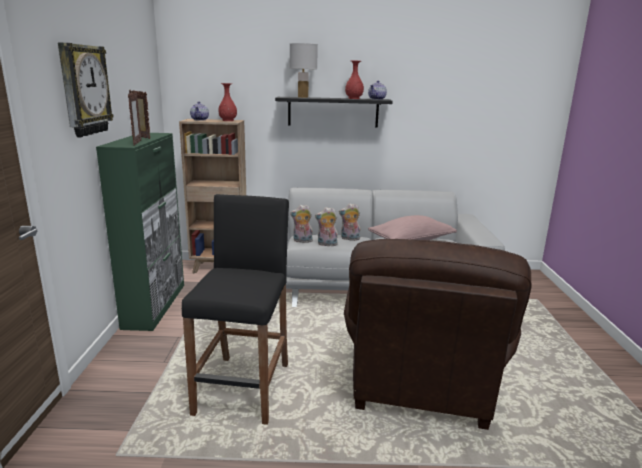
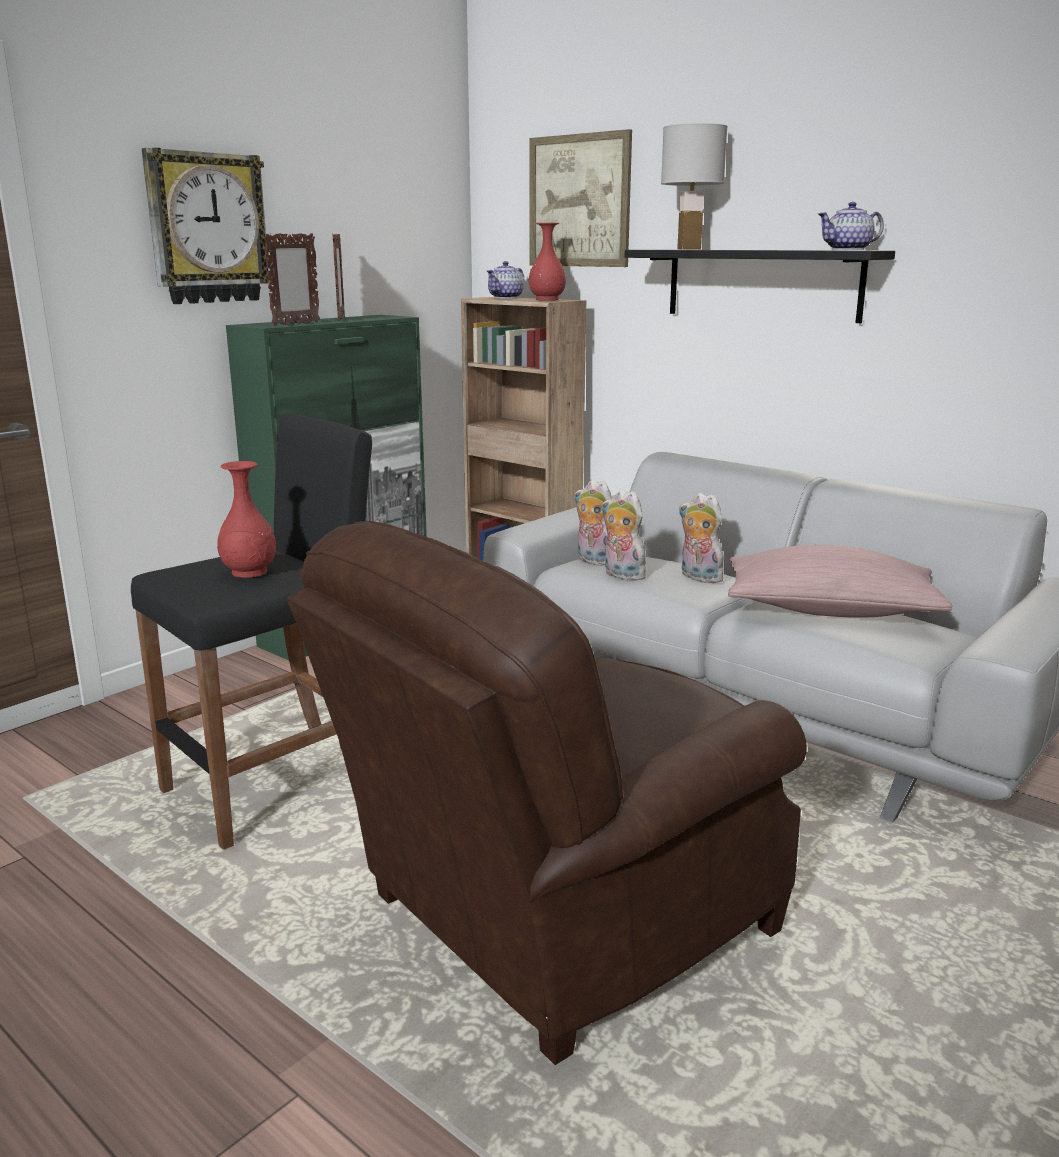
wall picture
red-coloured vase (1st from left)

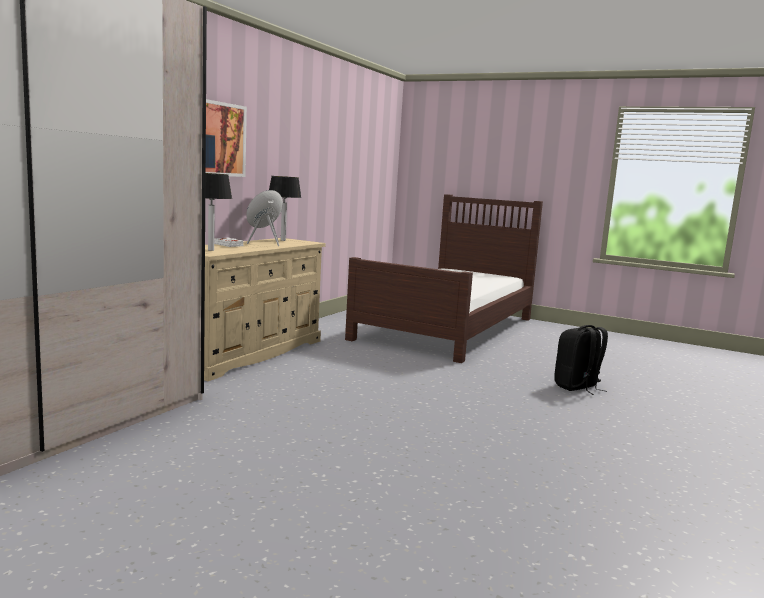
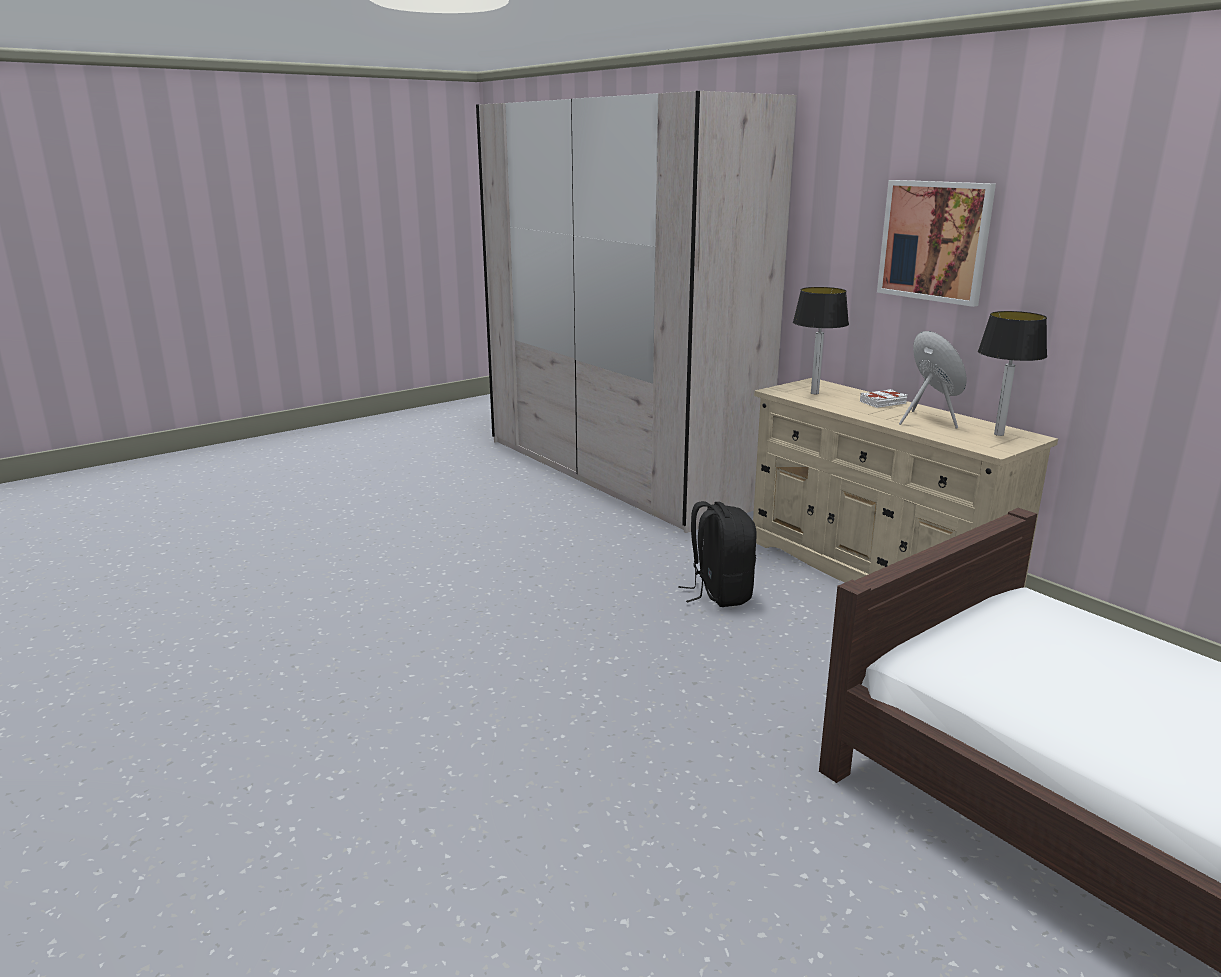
black-coloured backpack

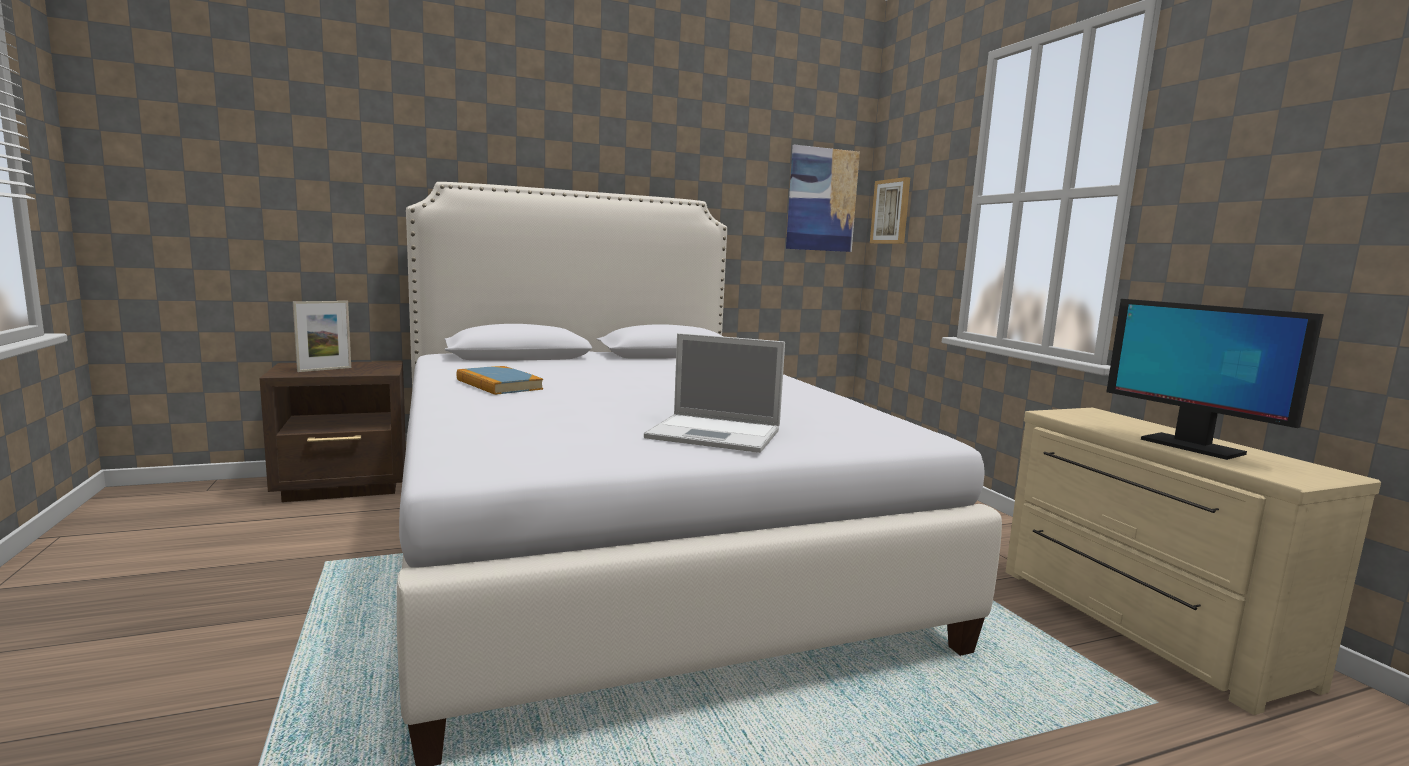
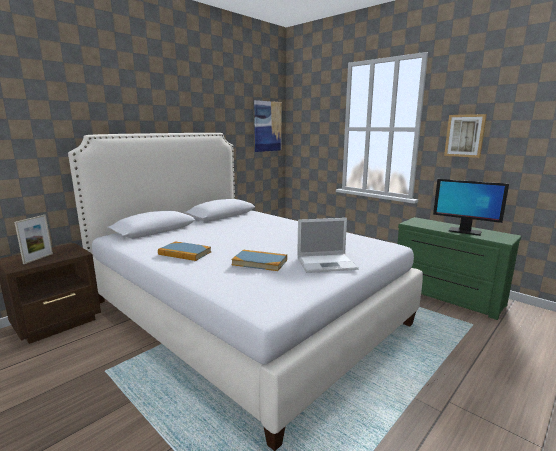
volume (2nd from left)
wall picture (2nd from left)
greenish dresser

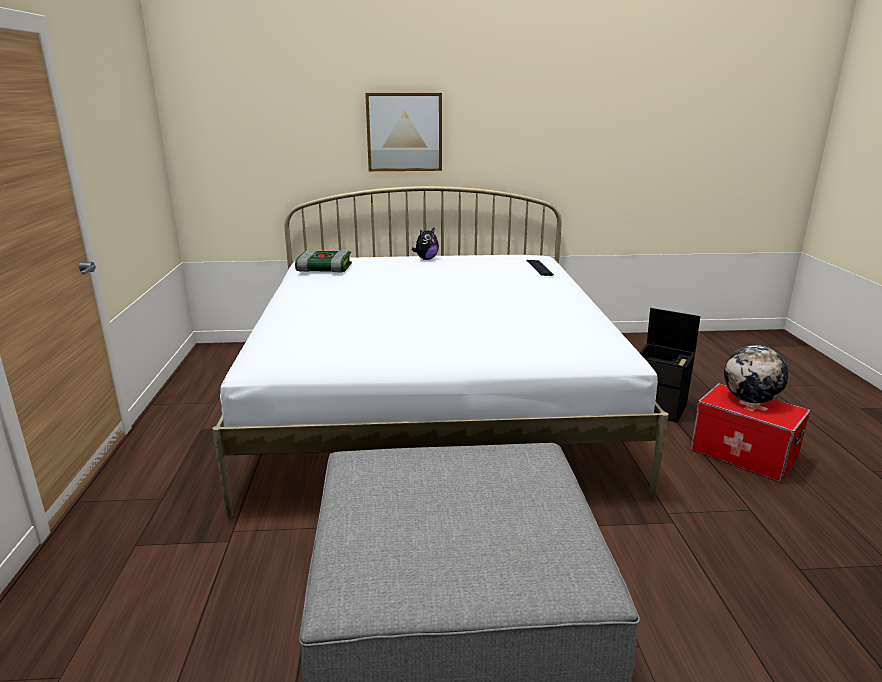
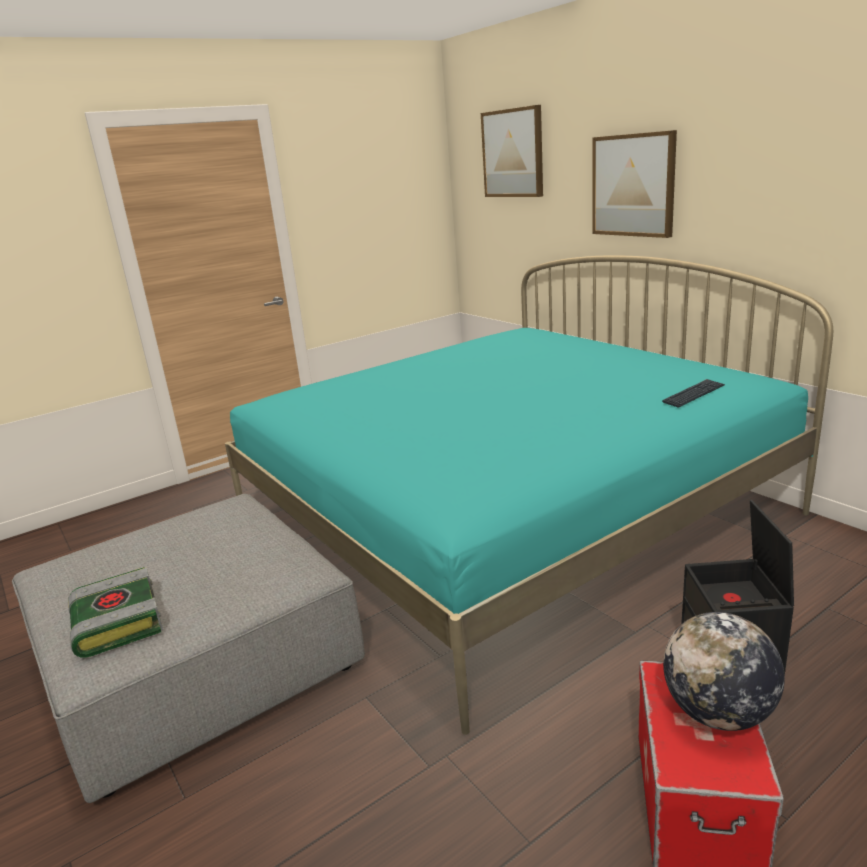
plush toy
wall picture (1st from left)
volume
turquoise bed

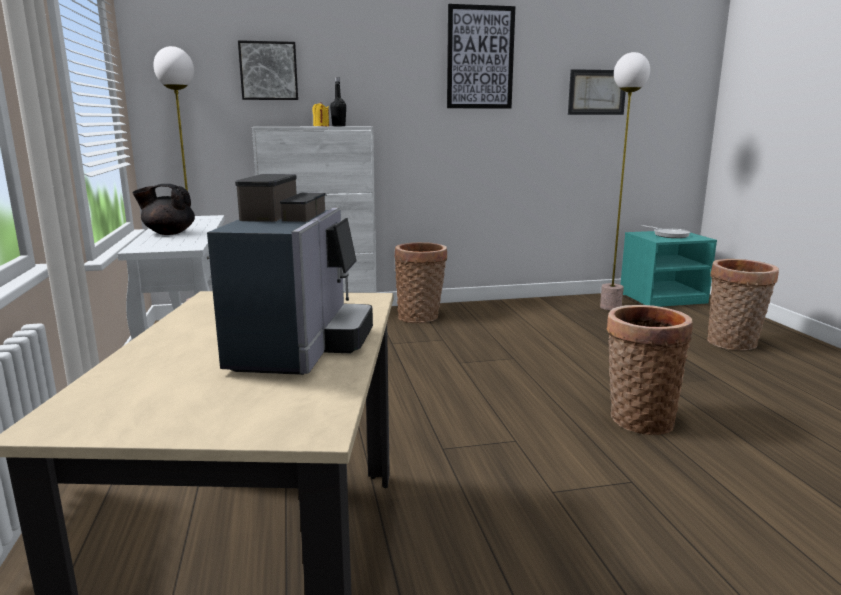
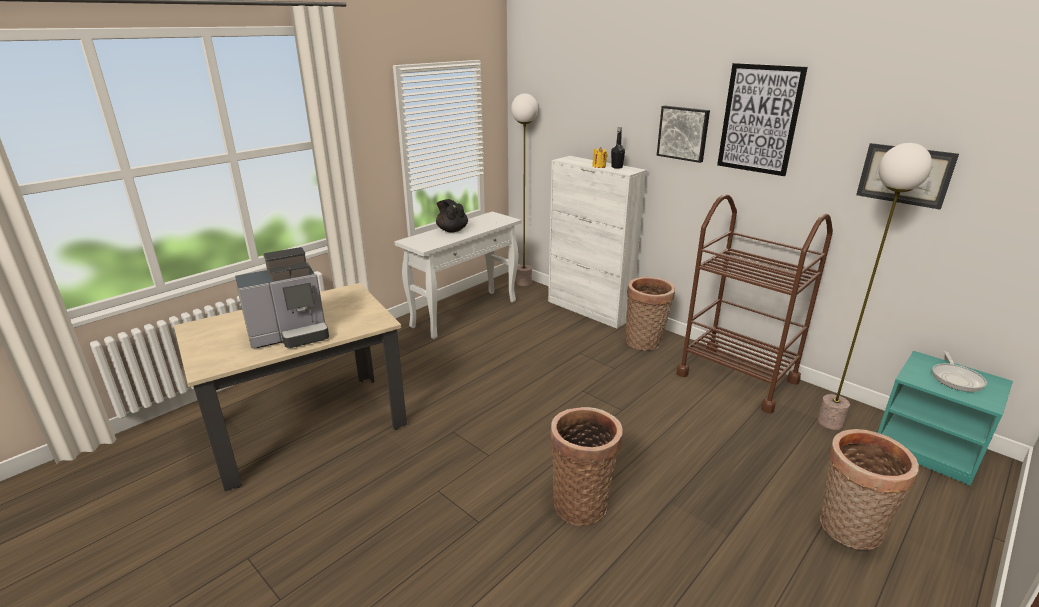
brown-coloured wheeled cart
wall picture (1st from left)

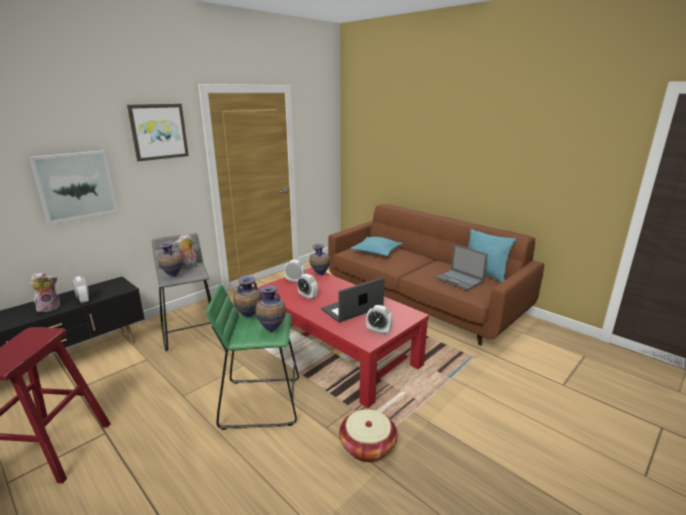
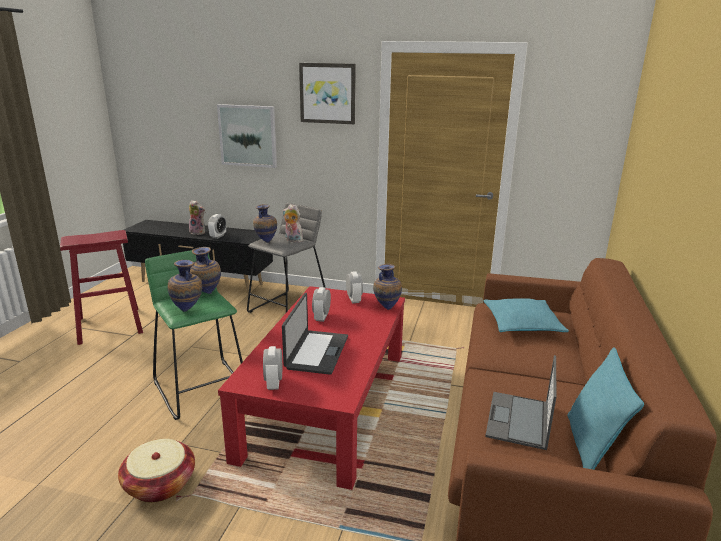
laptop (1st from left)

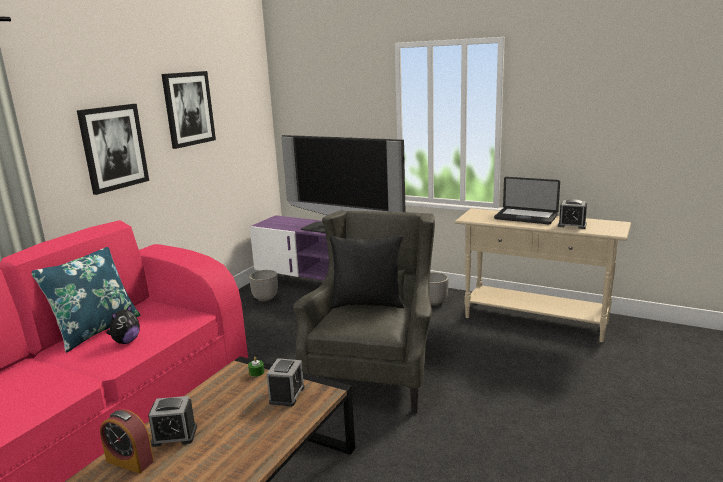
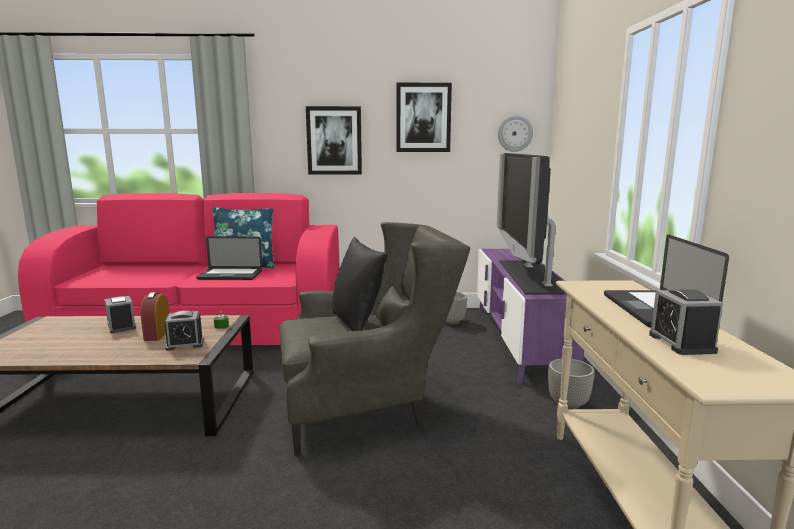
wall clock
alarm clock (2nd from left)
laptop (1st from left)

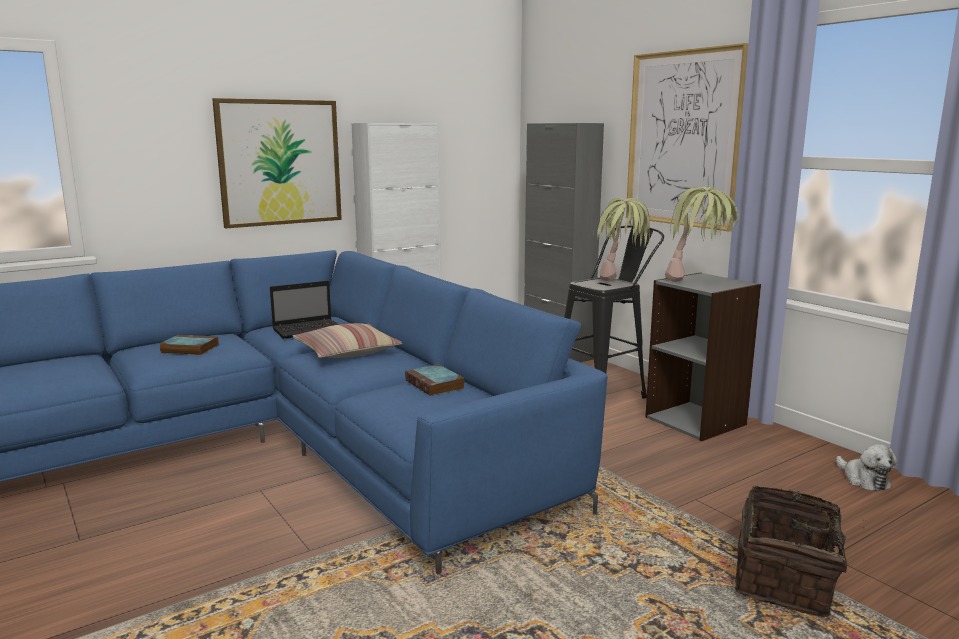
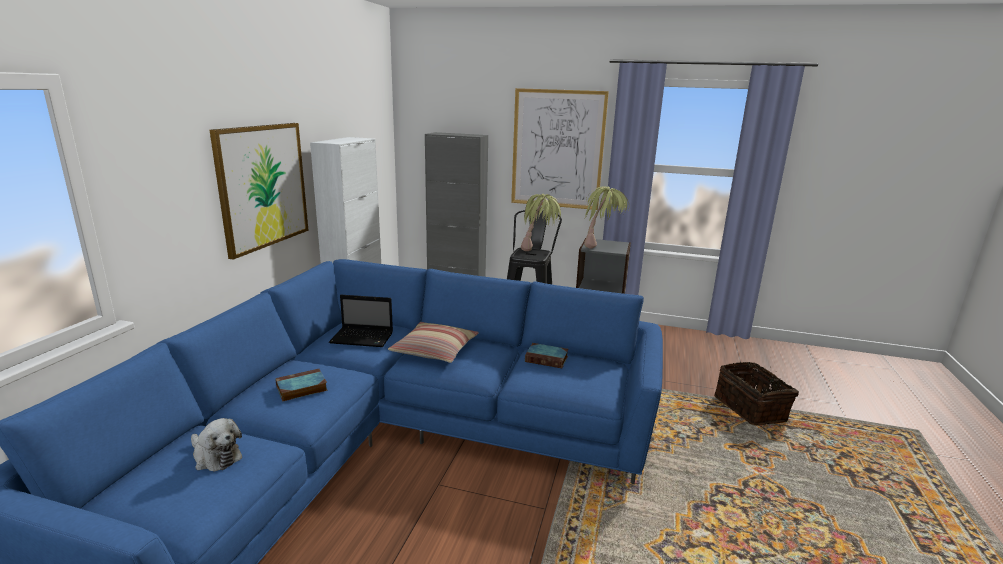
plush toy
laptop

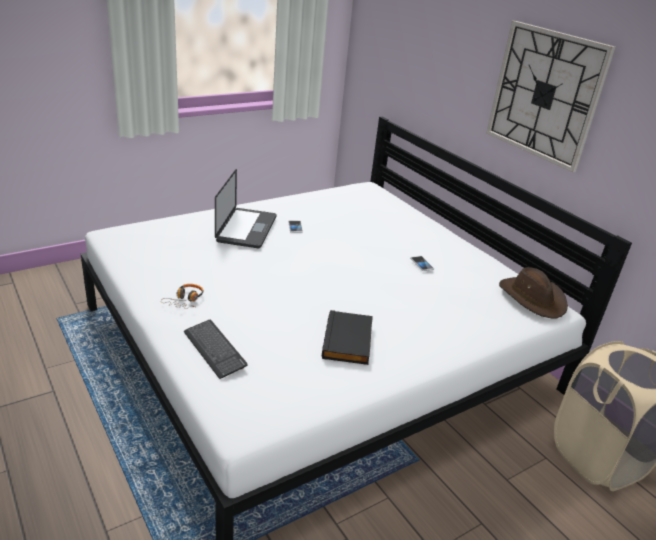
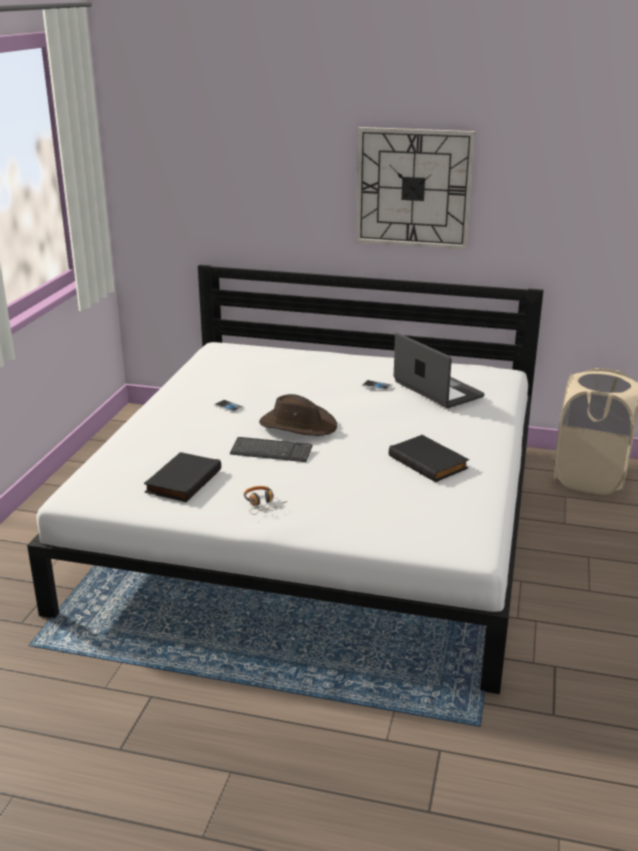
black-coloured volume (1st from left)
PC keyboard
laptop
brown-coloured clothing hat

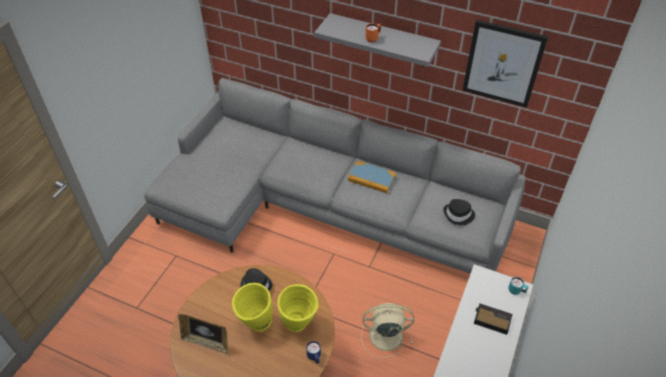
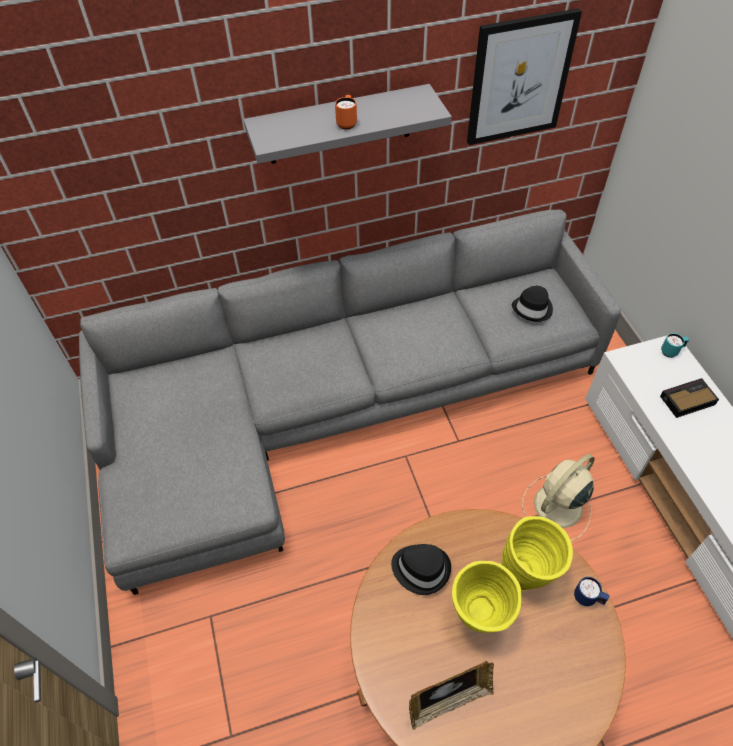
volume

